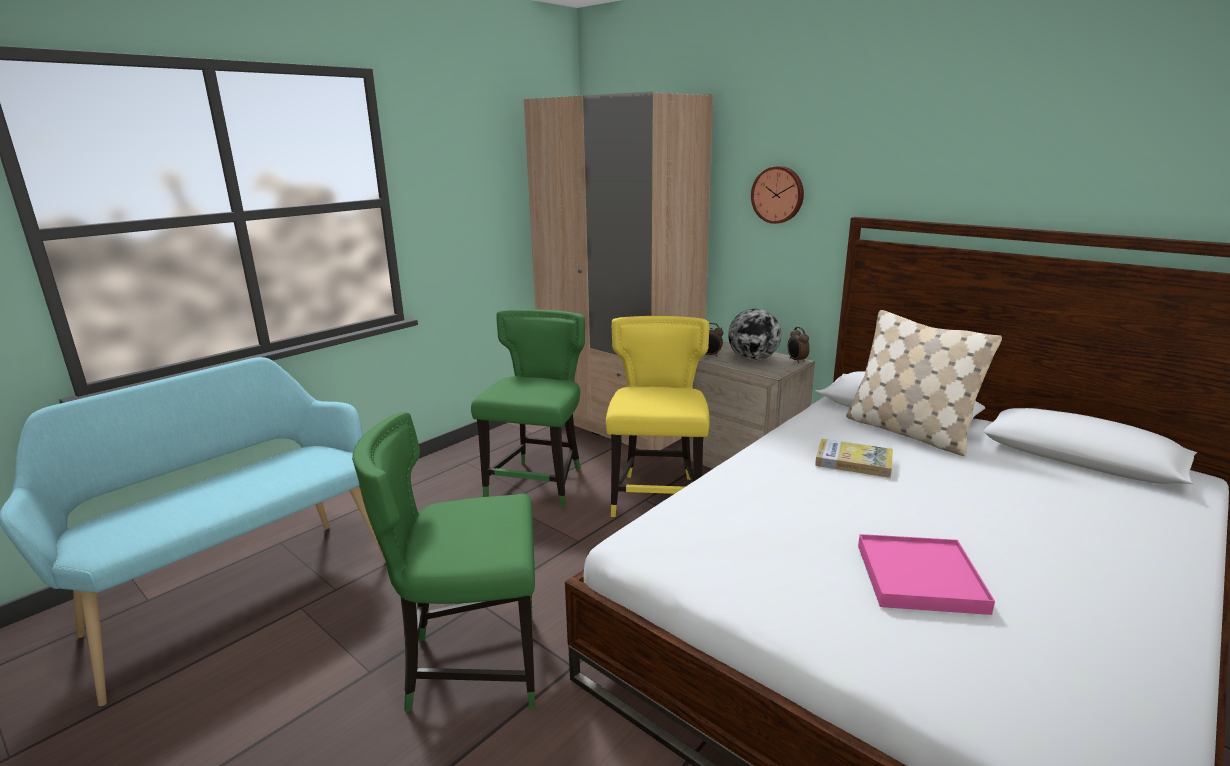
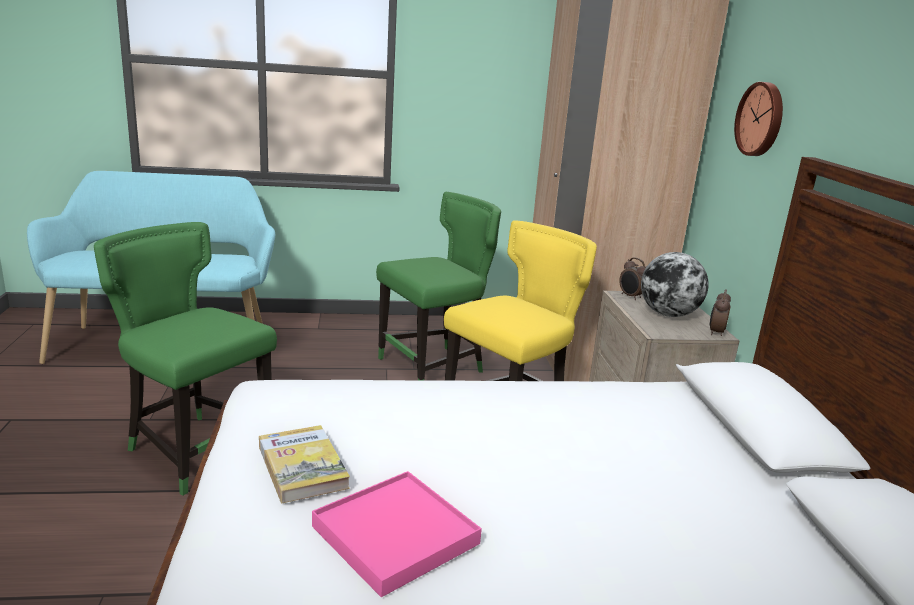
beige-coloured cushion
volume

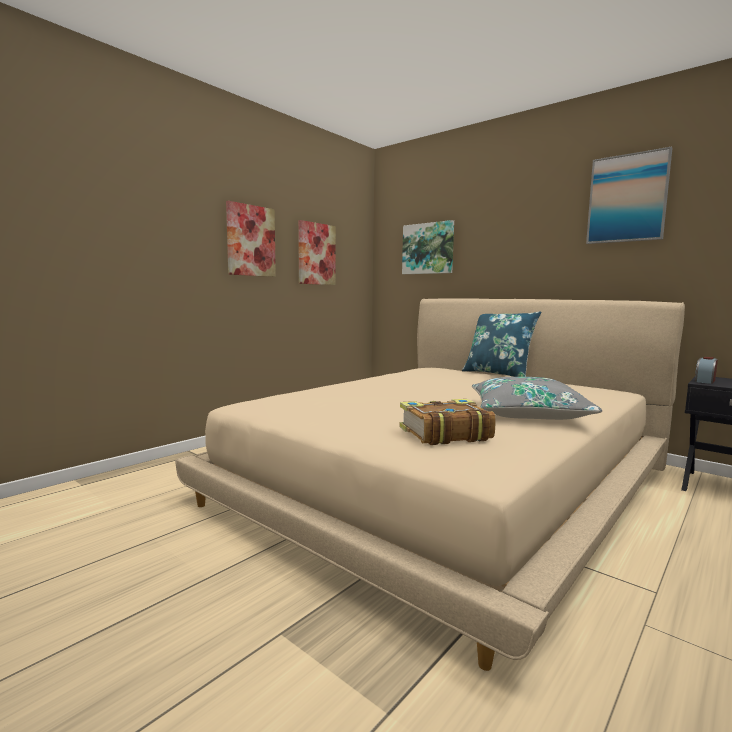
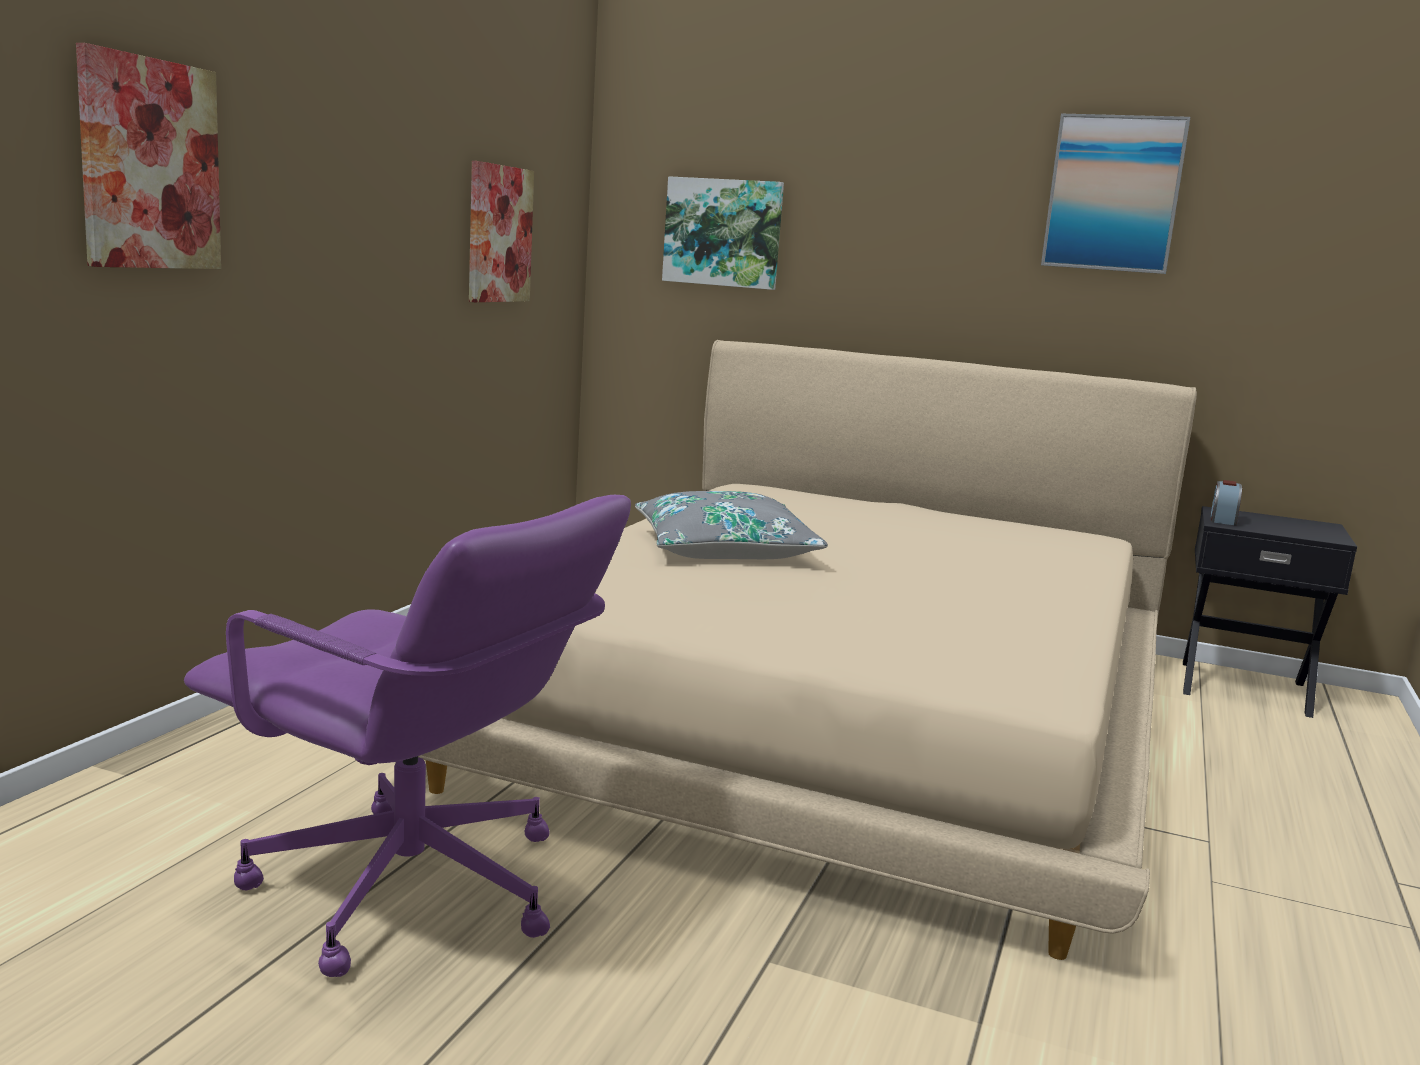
volume
bluish cushion
purple office chair
wall picture (1st from left)
greyish cushion

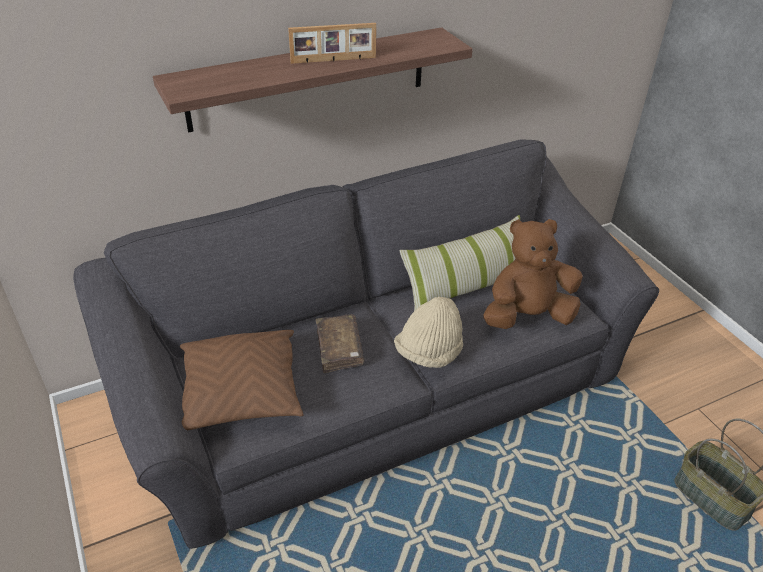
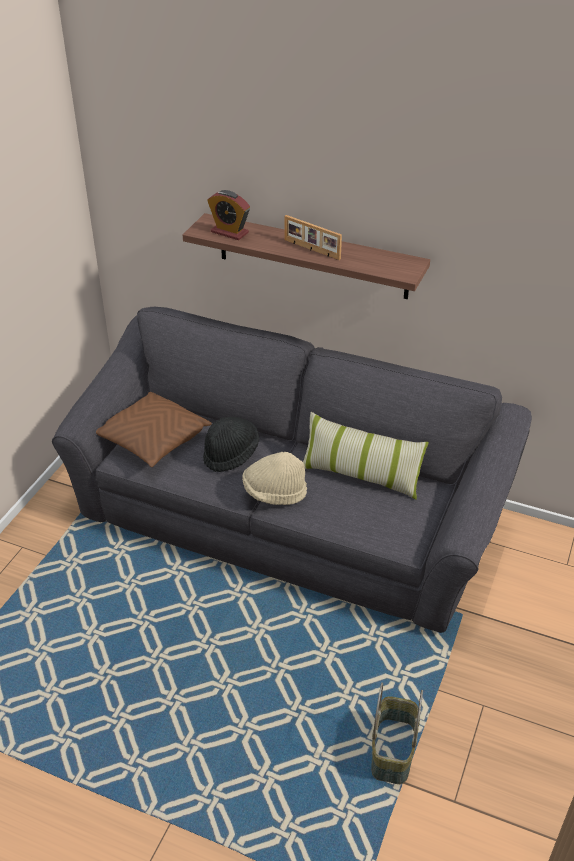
brown-coloured plush toy
alarm clock
black-coloured clothing hat

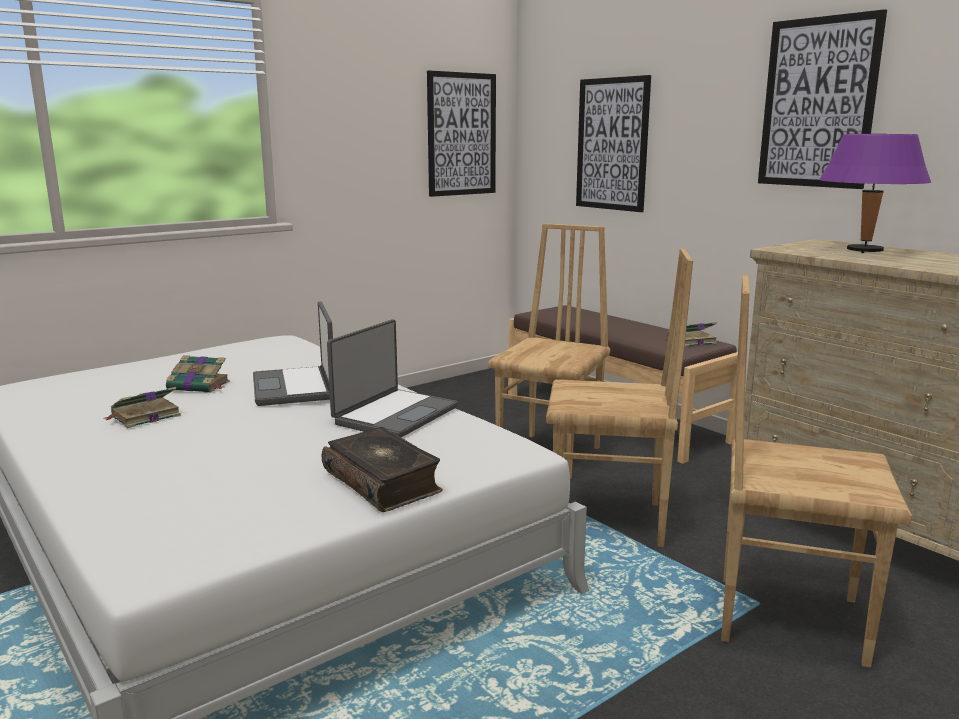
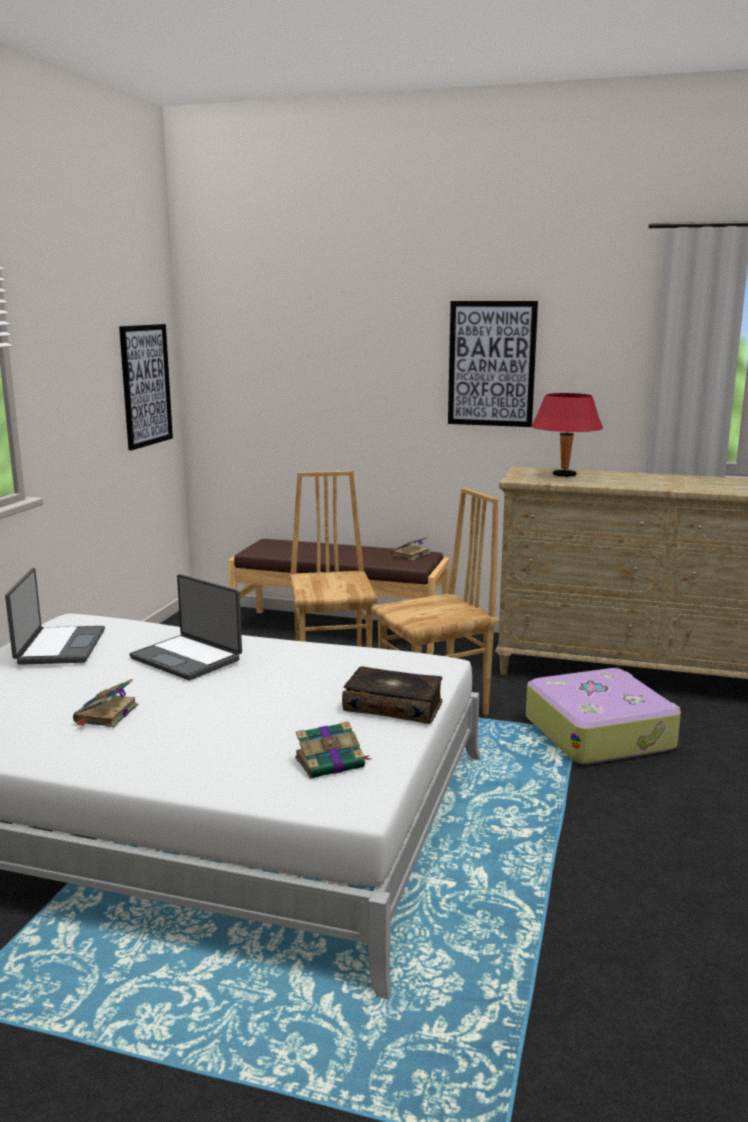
wall picture (2nd from left in the first image)
volume (2nd from left)
laptop (1st from left)
travel case
red-coloured table lamp

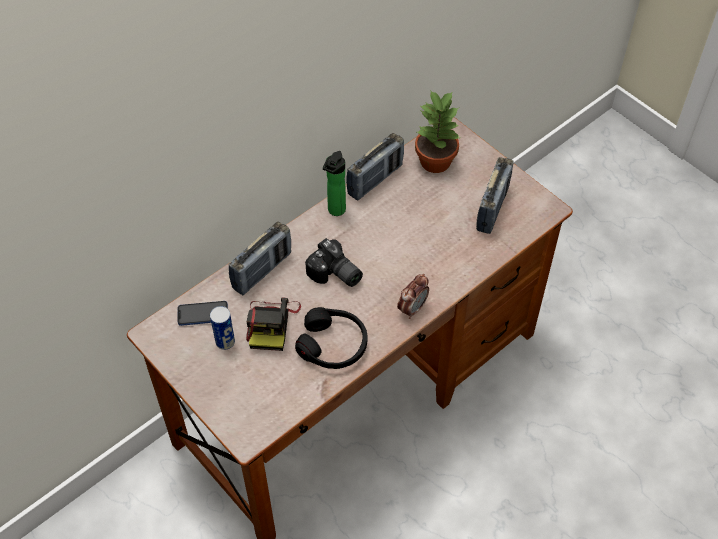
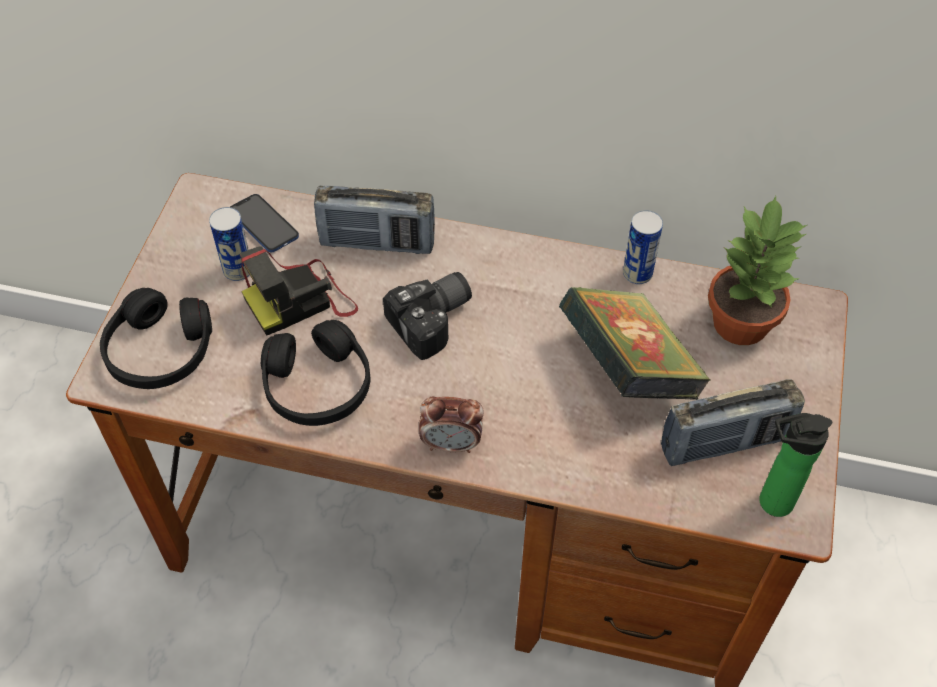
black-coloured headphones (1st from left)
volume
drink bottle
can (2nd from left)
still camera (2nd from left)

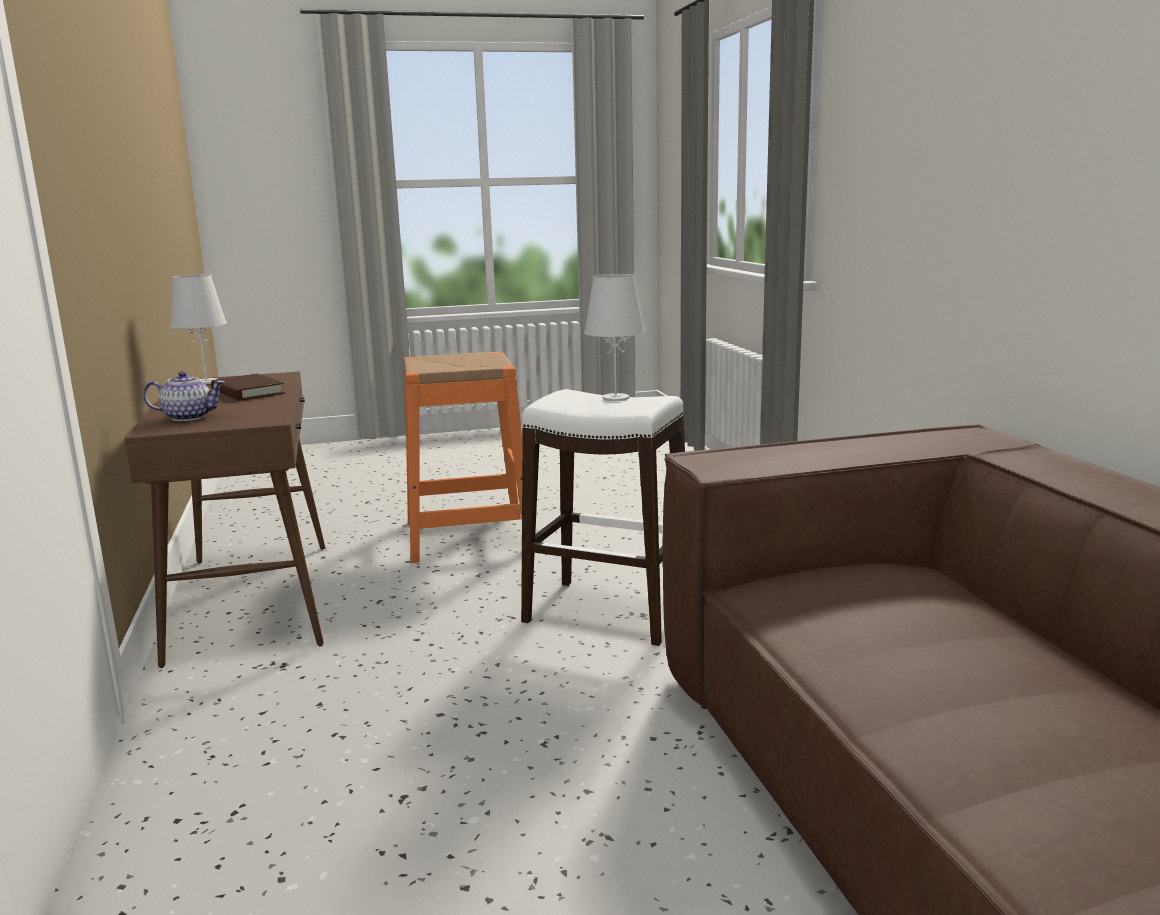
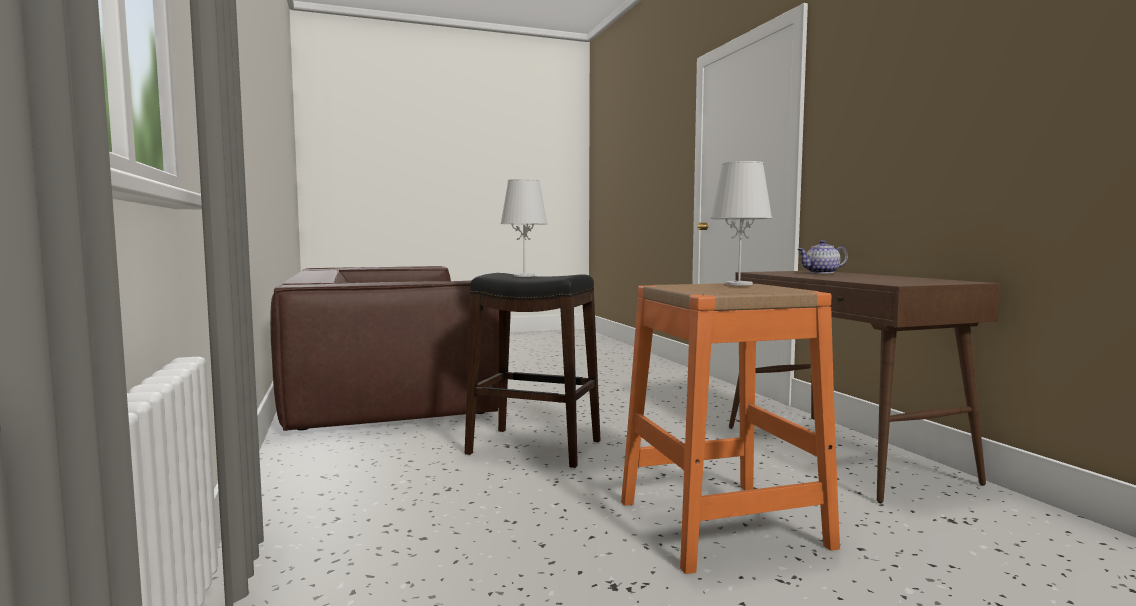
brown-coloured volume
white table lamp (2nd from left)
black-coloured sitting stool

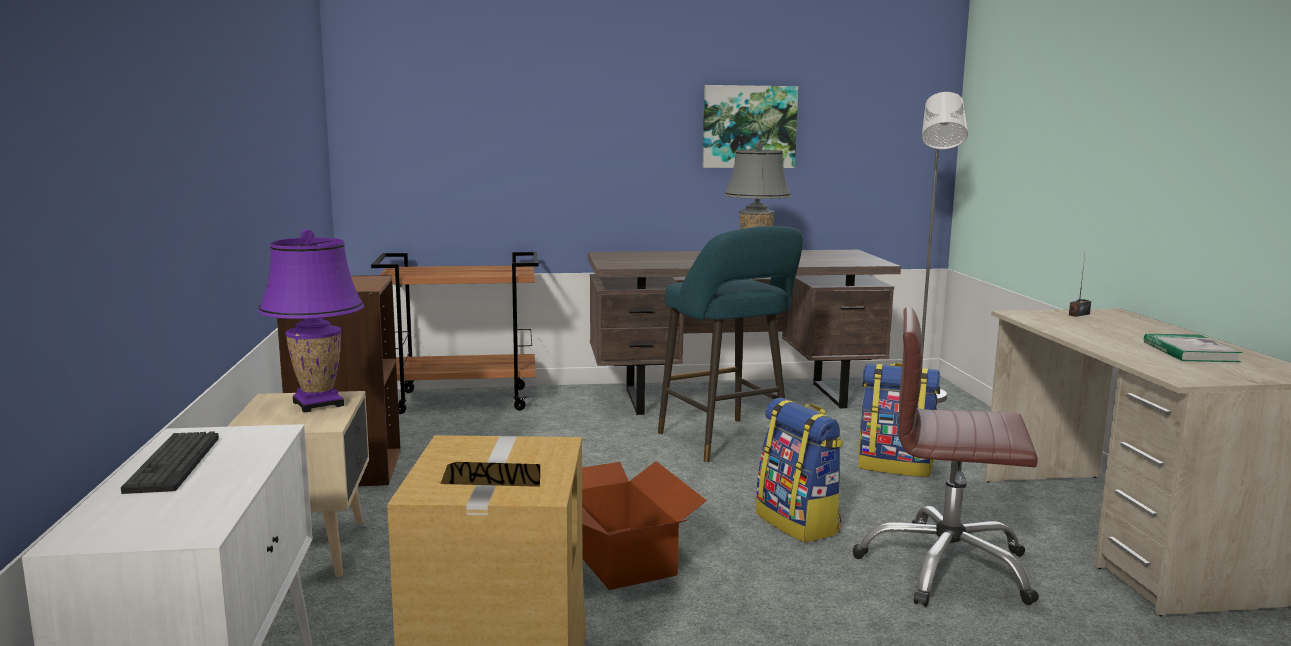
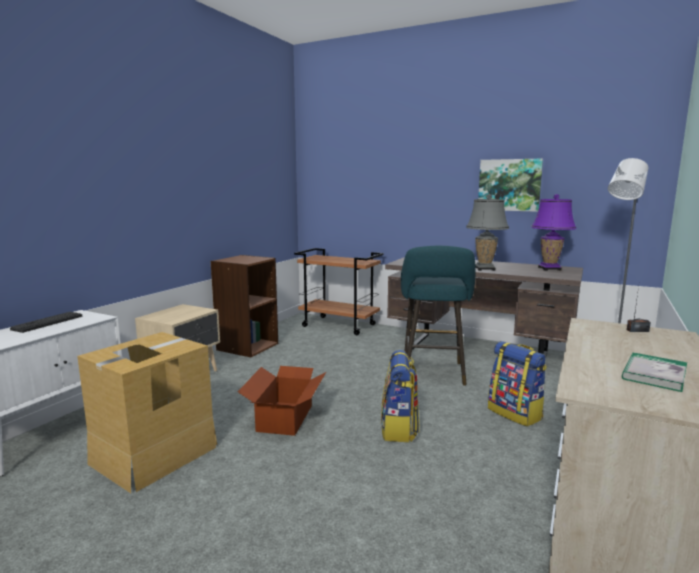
brown-coloured office chair
purple table lamp

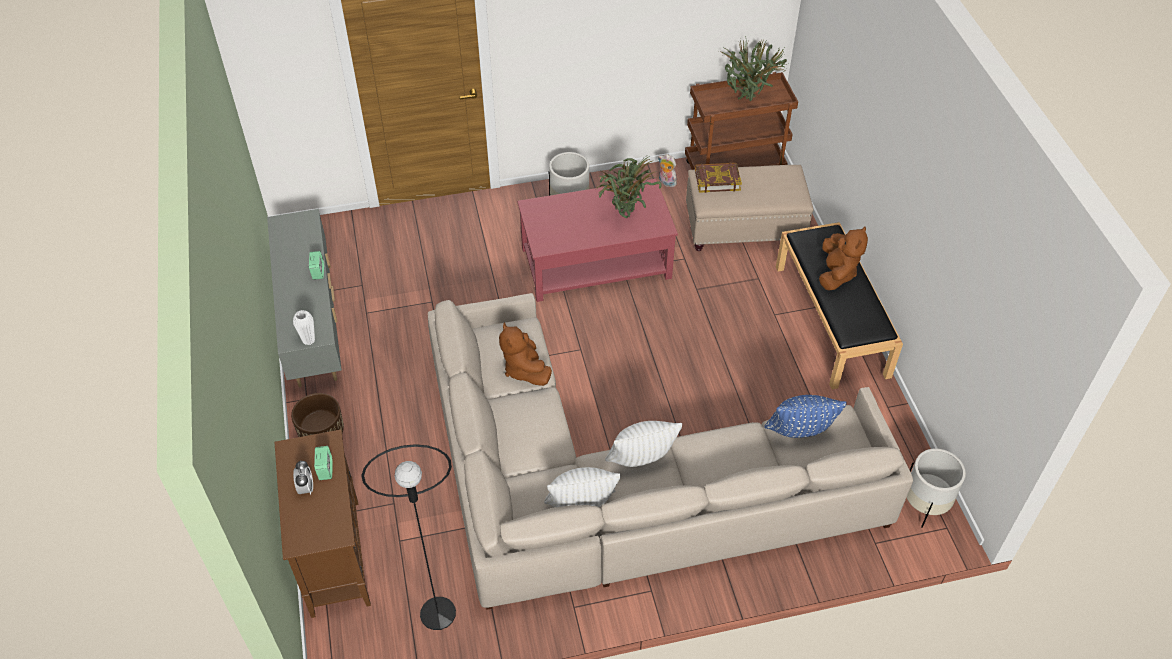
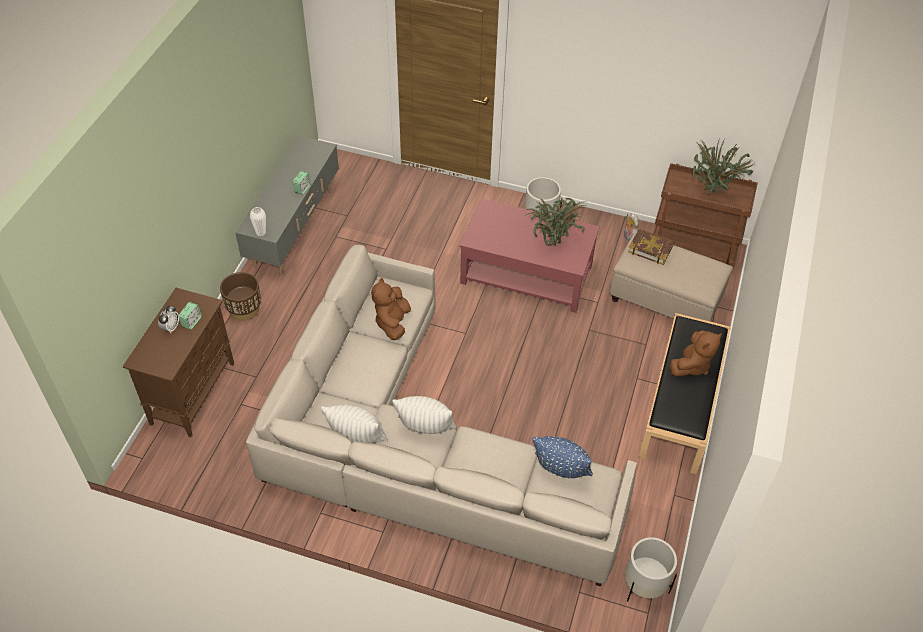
black-coloured floor lamp

